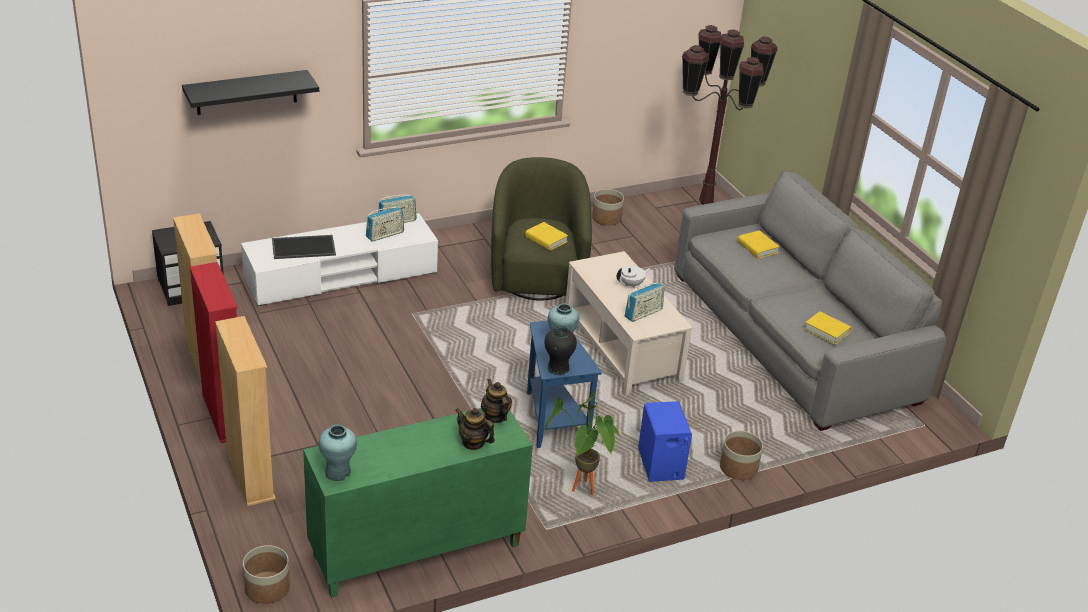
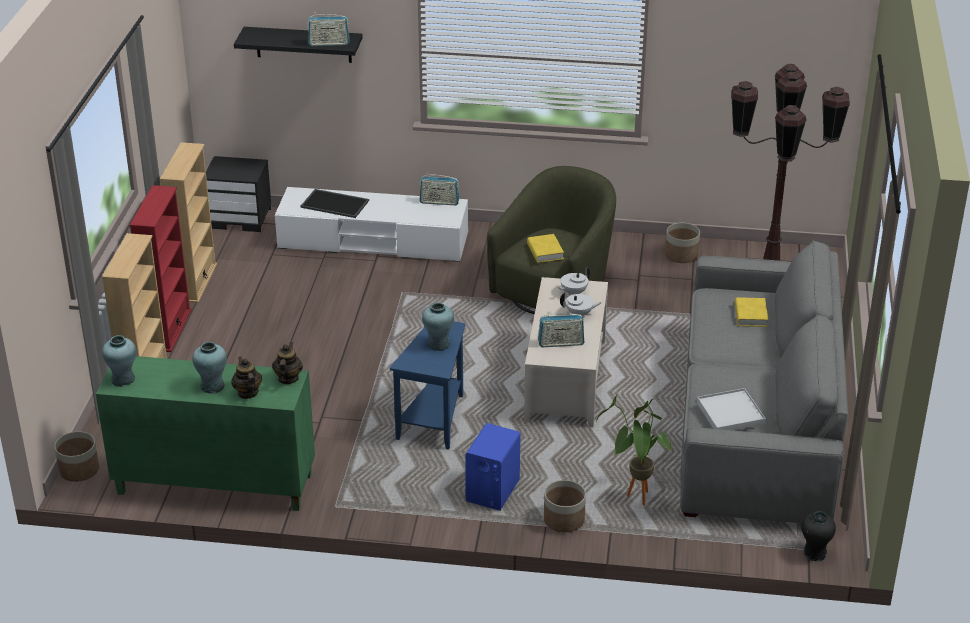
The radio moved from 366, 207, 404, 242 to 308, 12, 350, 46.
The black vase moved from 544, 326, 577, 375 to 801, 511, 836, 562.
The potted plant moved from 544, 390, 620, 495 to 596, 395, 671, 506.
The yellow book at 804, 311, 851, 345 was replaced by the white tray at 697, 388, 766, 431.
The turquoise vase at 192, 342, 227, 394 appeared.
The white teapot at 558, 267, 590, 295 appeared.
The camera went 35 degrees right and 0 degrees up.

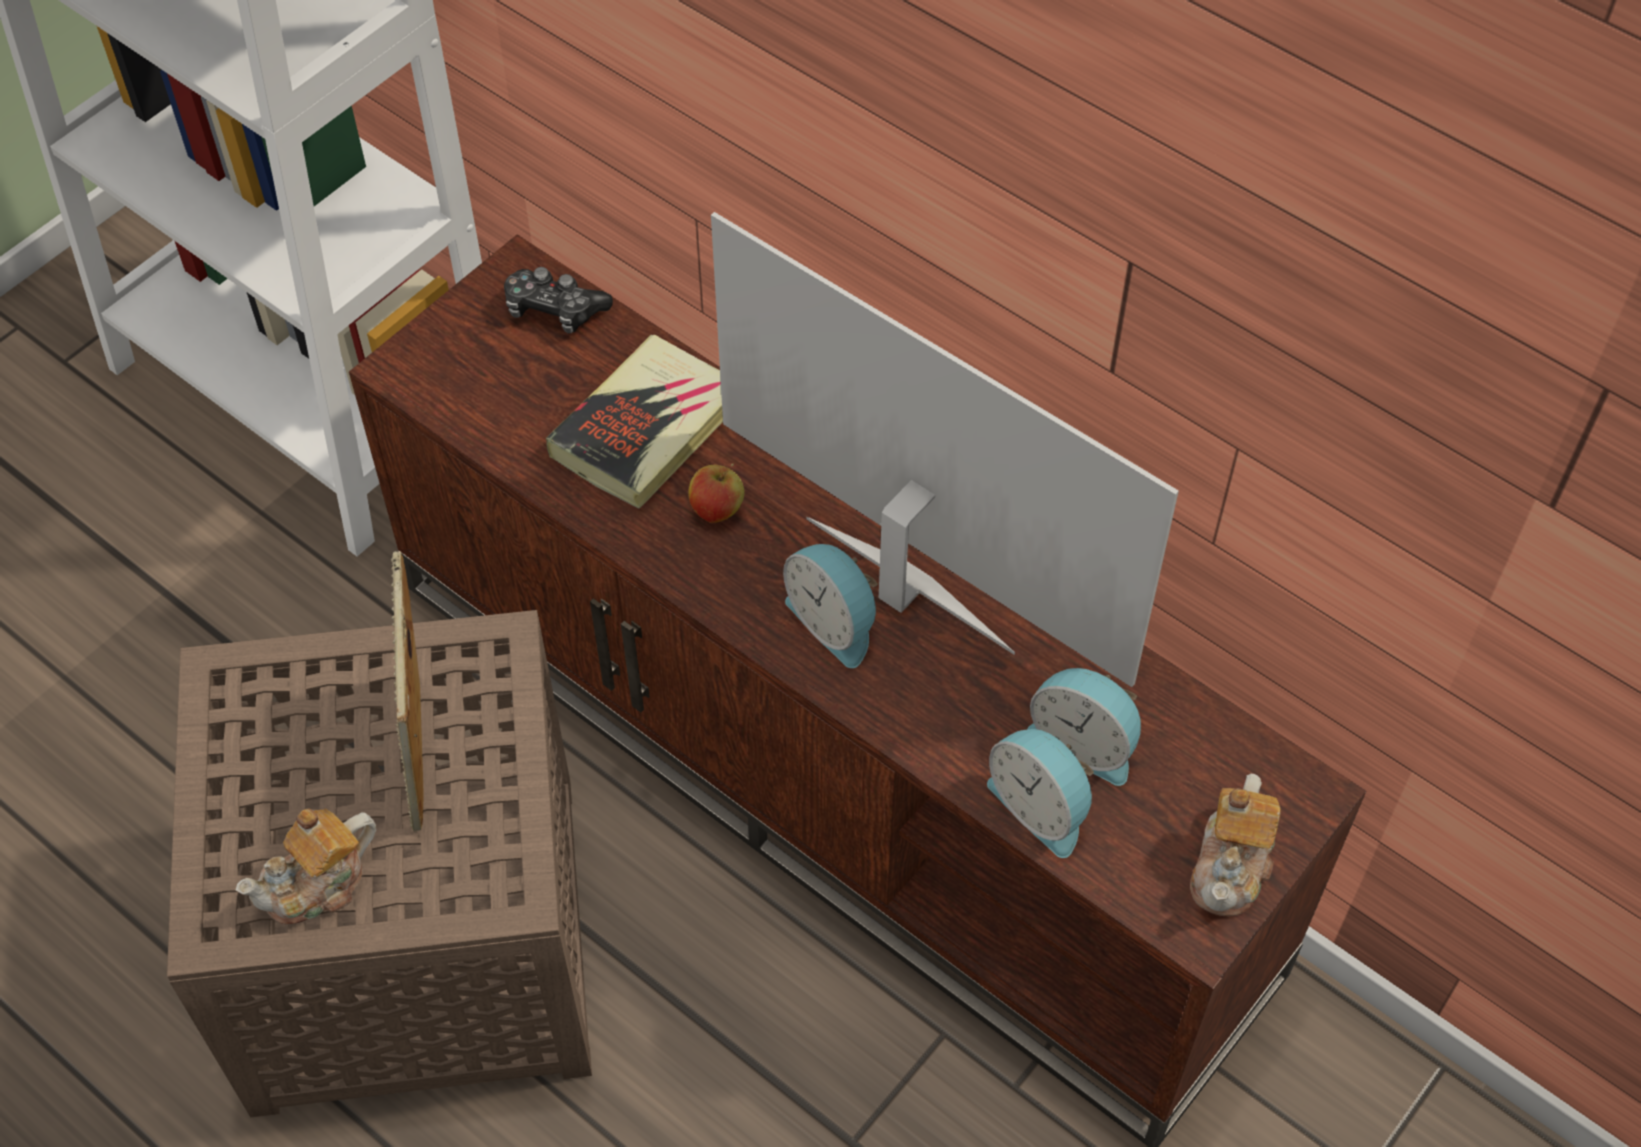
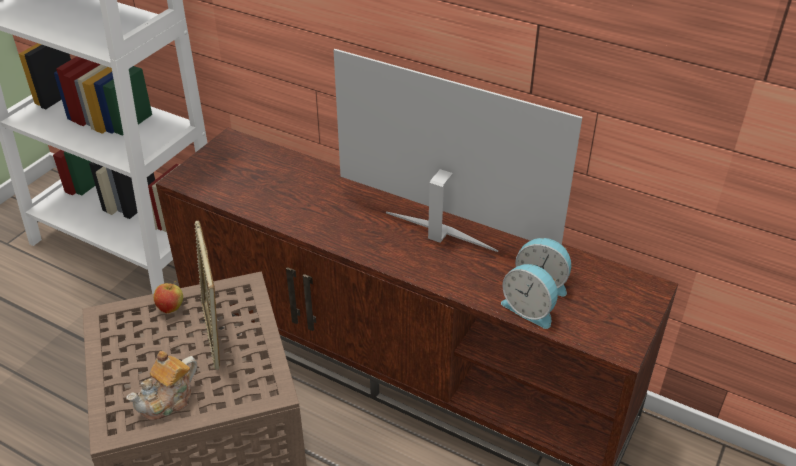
The game controller at 504, 267, 613, 333 disappeared.
The book at 546, 335, 723, 509 disappeared.
The apple moved from 689, 463, 744, 523 to 154, 281, 183, 313.
The alarm clock at 783, 544, 878, 668 disappeared.
The teapot at 1190, 774, 1281, 916 disappeared.
The camera went 10 degrees left and 15 degrees down.

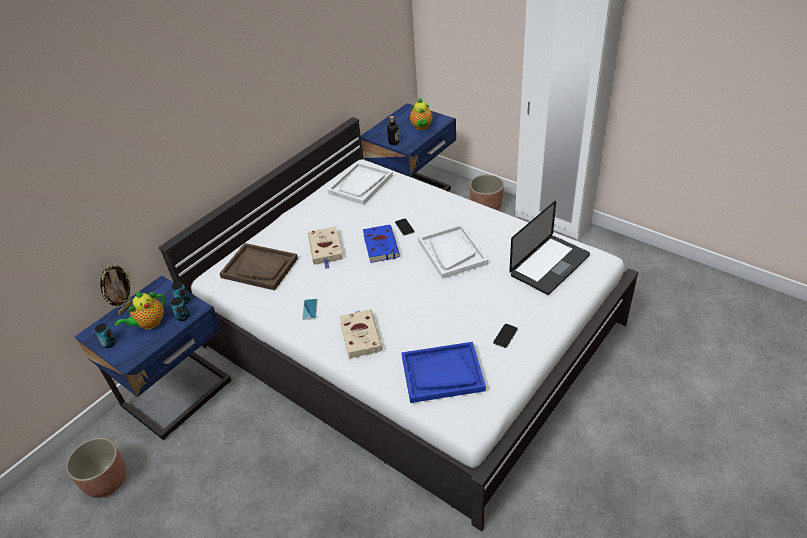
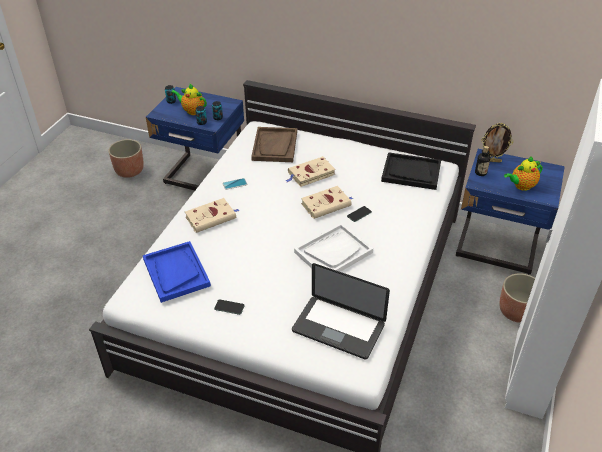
The picture frame moved from 100, 264, 133, 315 to 481, 122, 513, 163.
The white tray at 327, 162, 393, 205 became the black tray at 381, 152, 441, 190.
The blue book at 363, 225, 400, 263 became the beige book at 301, 186, 354, 219.
The camera went 70 degrees right and 0 degrees up.

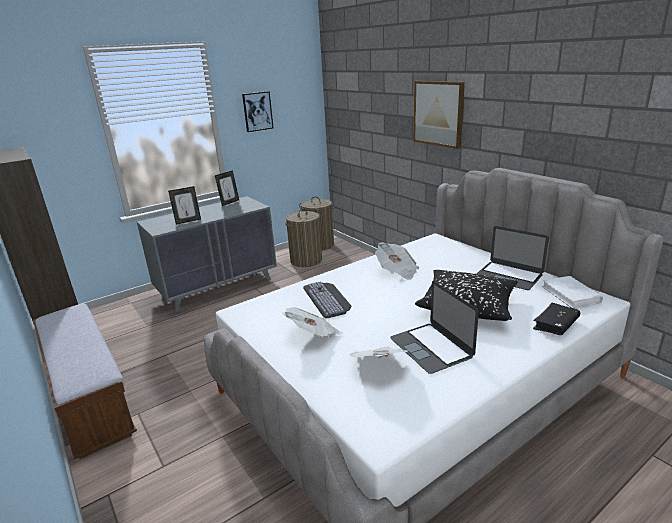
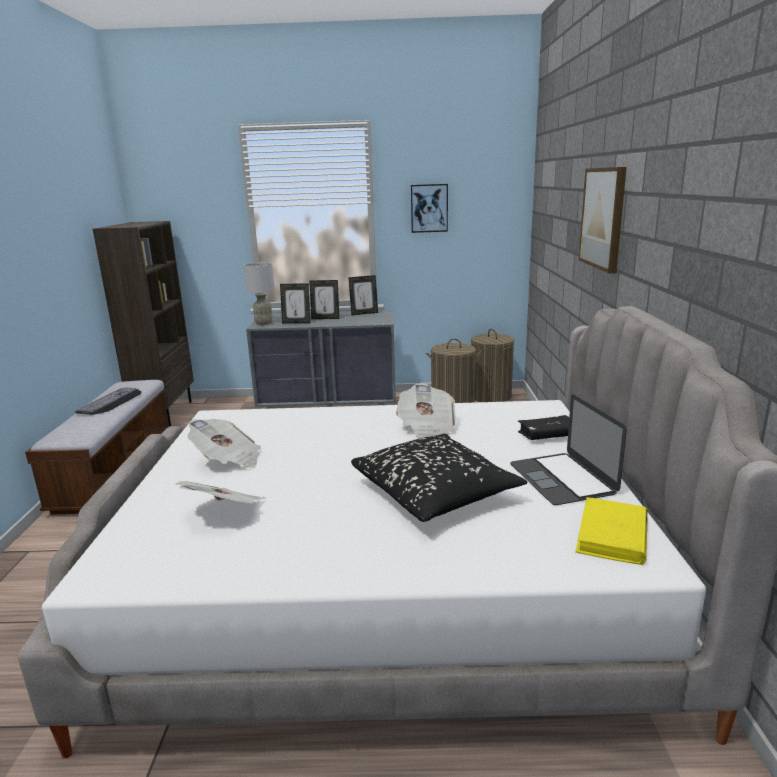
The keyboard moved from 303, 281, 351, 318 to 75, 387, 141, 415.
The laptop at 390, 281, 479, 374 disappeared.
The black book moved from 533, 303, 580, 335 to 518, 415, 569, 440.
The white book at 542, 276, 603, 308 became the yellow book at 575, 497, 648, 565.
The grey table lamp at 243, 262, 274, 325 appeared.
The picture frame at 309, 280, 339, 319 appeared.
The camera went 35 degrees right and 5 degrees down.

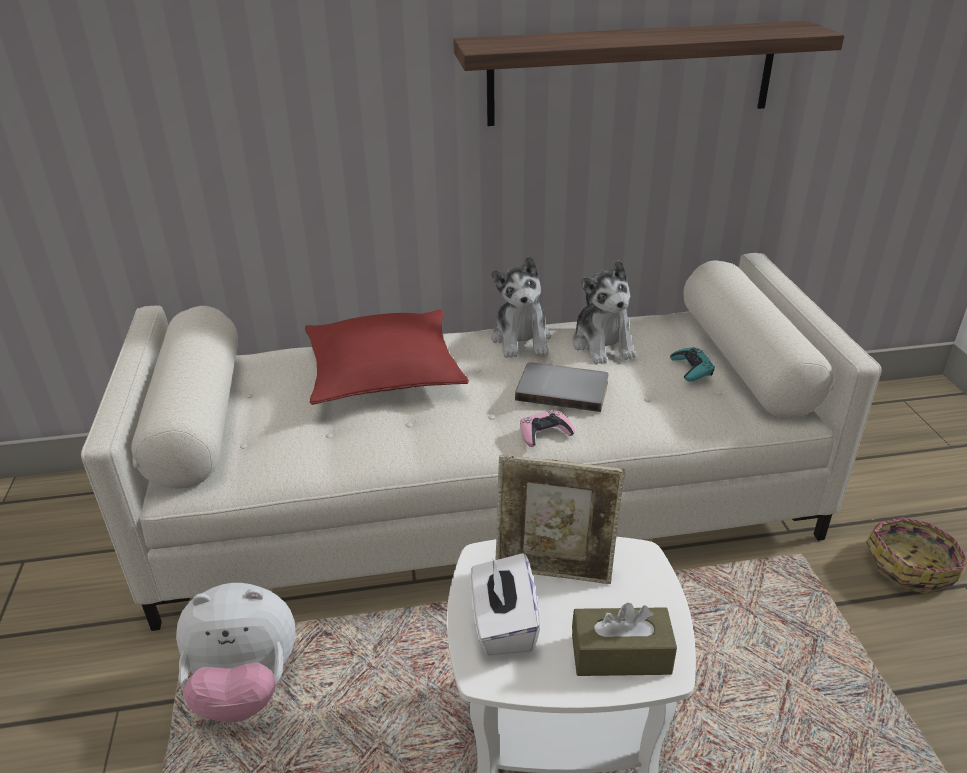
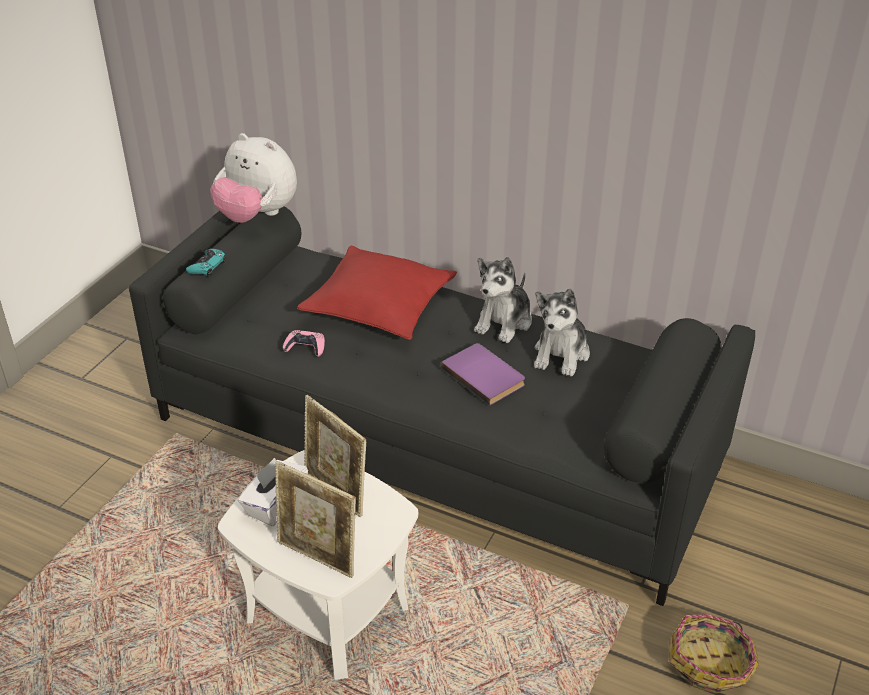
The beige sofa at 81, 253, 882, 631 became the black sofa at 129, 206, 755, 606.
The plush toy moved from 176, 583, 296, 722 to 210, 133, 297, 223.
The shelf at 453, 20, 845, 126 disappeared.
The grey book at 515, 362, 609, 412 became the purple book at 441, 343, 525, 405.
The pink game controller moved from 520, 410, 575, 447 to 283, 330, 325, 357.
The brown tissue box at 572, 603, 677, 676 was replaced by the picture frame at 275, 461, 356, 578.
The turquoise game controller moved from 670, 347, 715, 381 to 186, 249, 226, 276.
The camera went 35 degrees right and 5 degrees up.

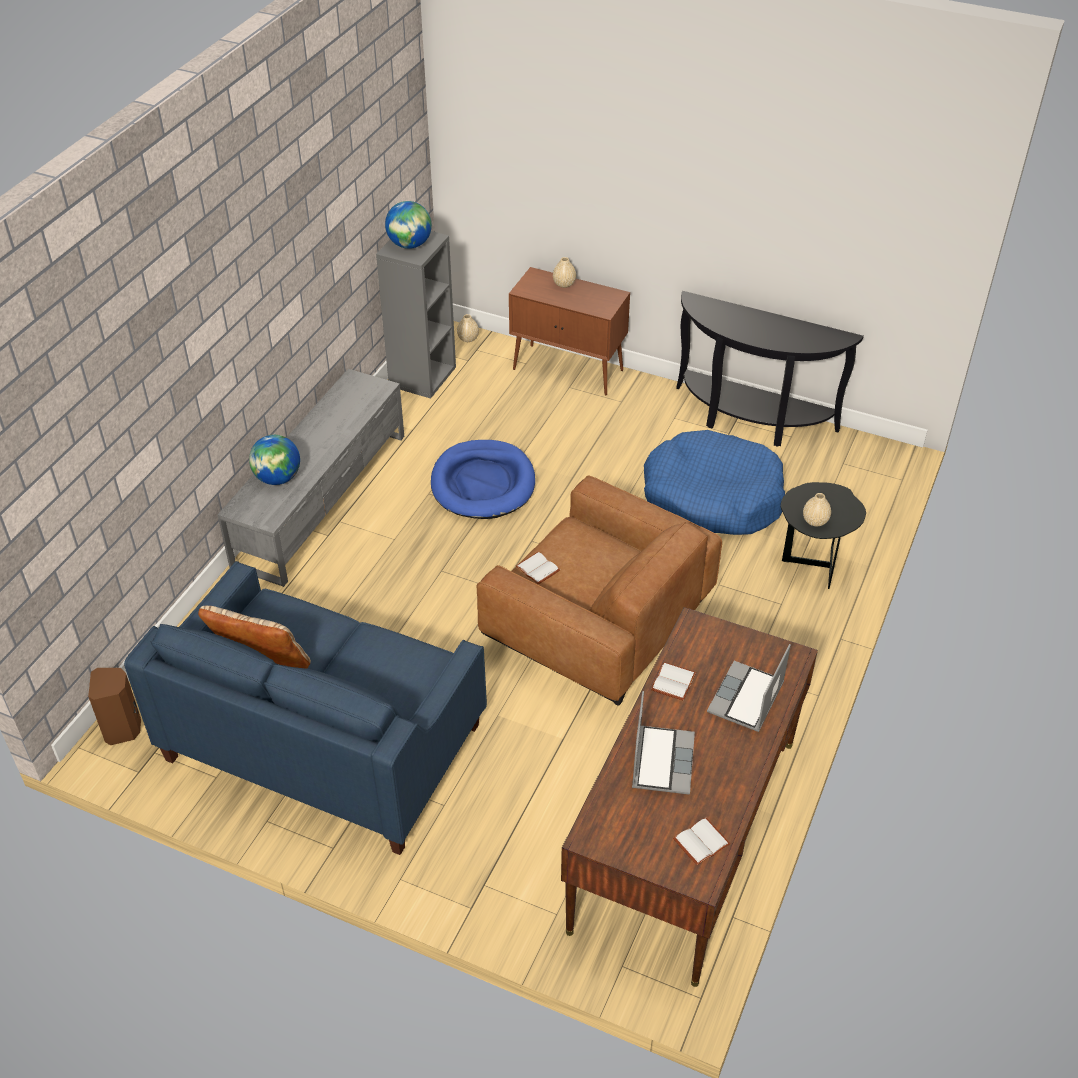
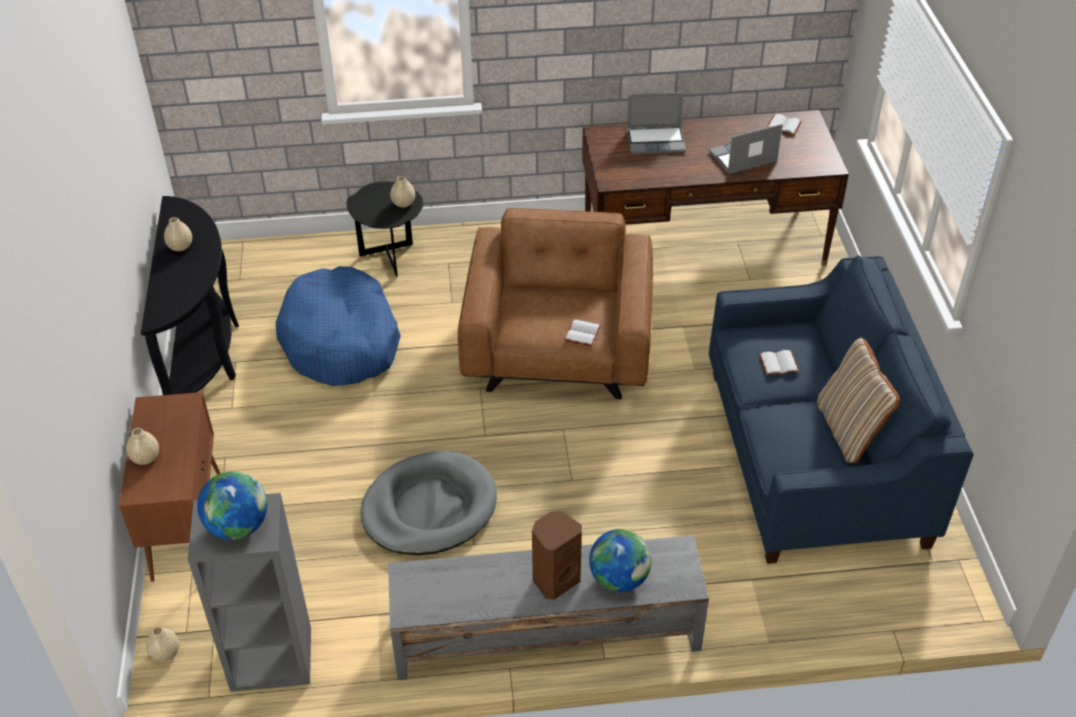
The brown speaker moved from 88, 668, 141, 745 to 532, 511, 582, 600.
The blue dog bed at 431, 440, 535, 519 became the grey dog bed at 361, 451, 497, 555.
The white book moved from 651, 662, 696, 701 to 759, 350, 800, 375.
The beige vase at 164, 217, 192, 251 appeared.
The camera went 120 degrees left and 0 degrees up.

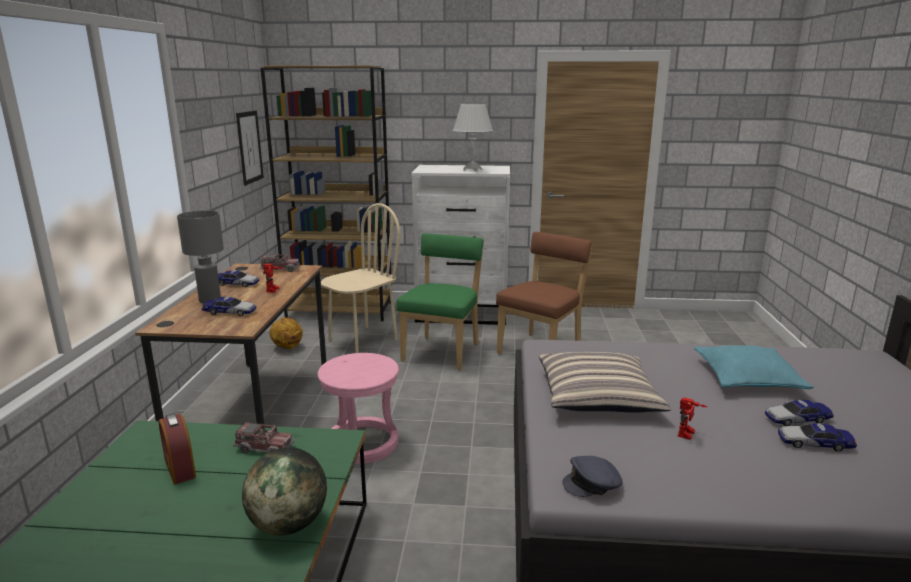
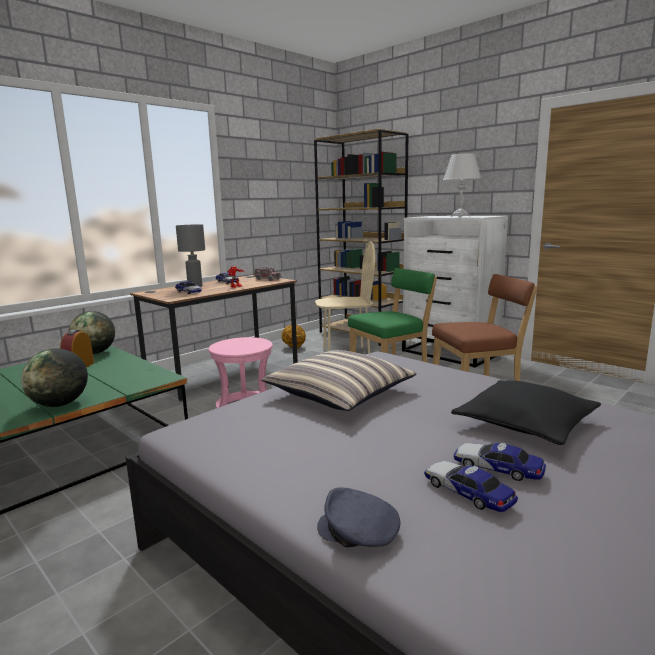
The toy truck at 233, 421, 294, 454 disappeared.
The picture at 236, 110, 264, 186 disappeared.
The grey cap moved from 562, 456, 623, 497 to 317, 487, 400, 547.
The toy robot at 678, 397, 707, 440 disappeared.
The turquoise pillow at 694, 345, 814, 389 became the black pillow at 451, 380, 601, 445.
The globe at 69, 311, 115, 354 appeared.
The camera went 40 degrees right and 5 degrees down.

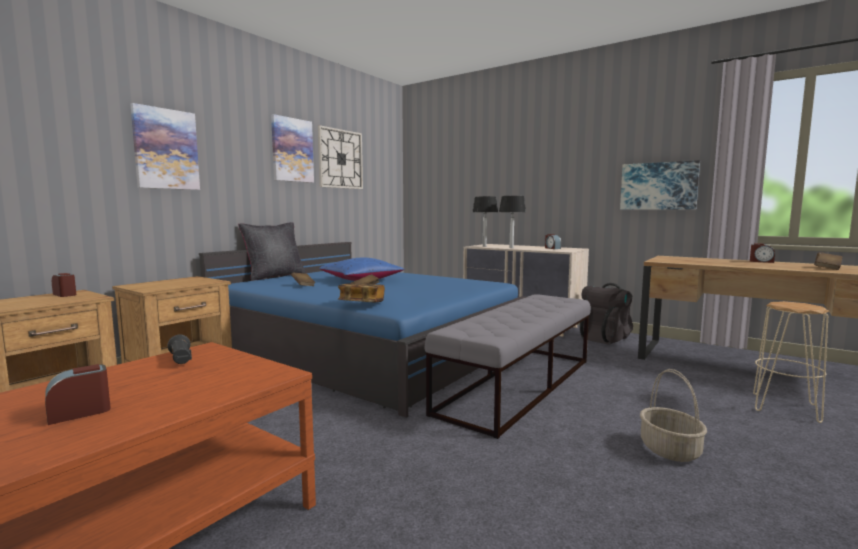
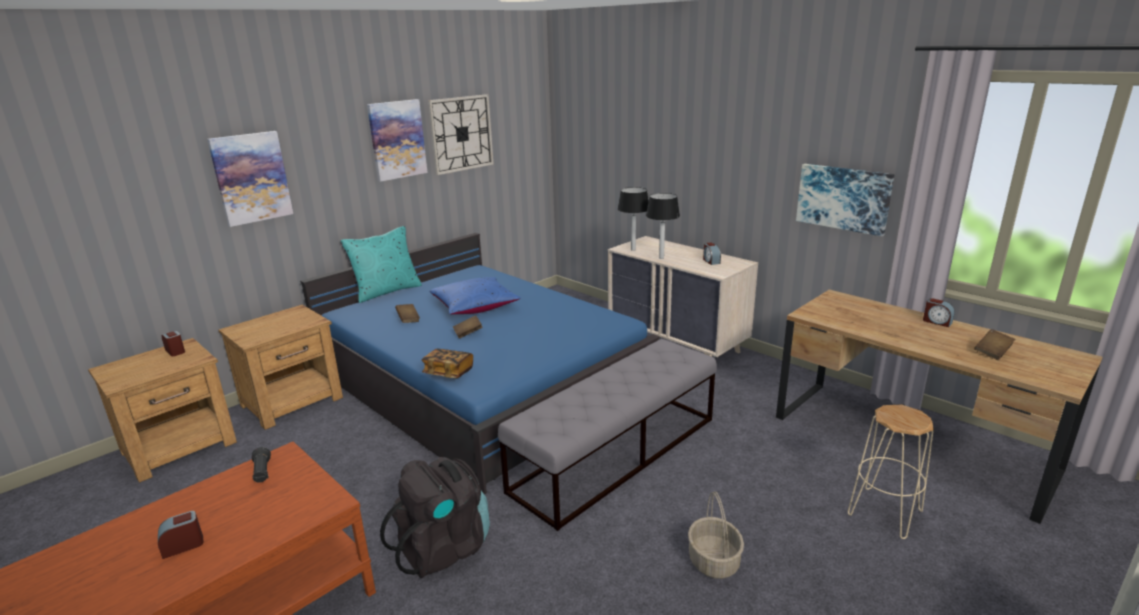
The black pillow at 238, 222, 306, 280 became the turquoise pillow at 341, 226, 422, 303.
The black backpack moved from 580, 283, 633, 345 to 380, 457, 490, 578.
The camera went 10 degrees right and 15 degrees up.

